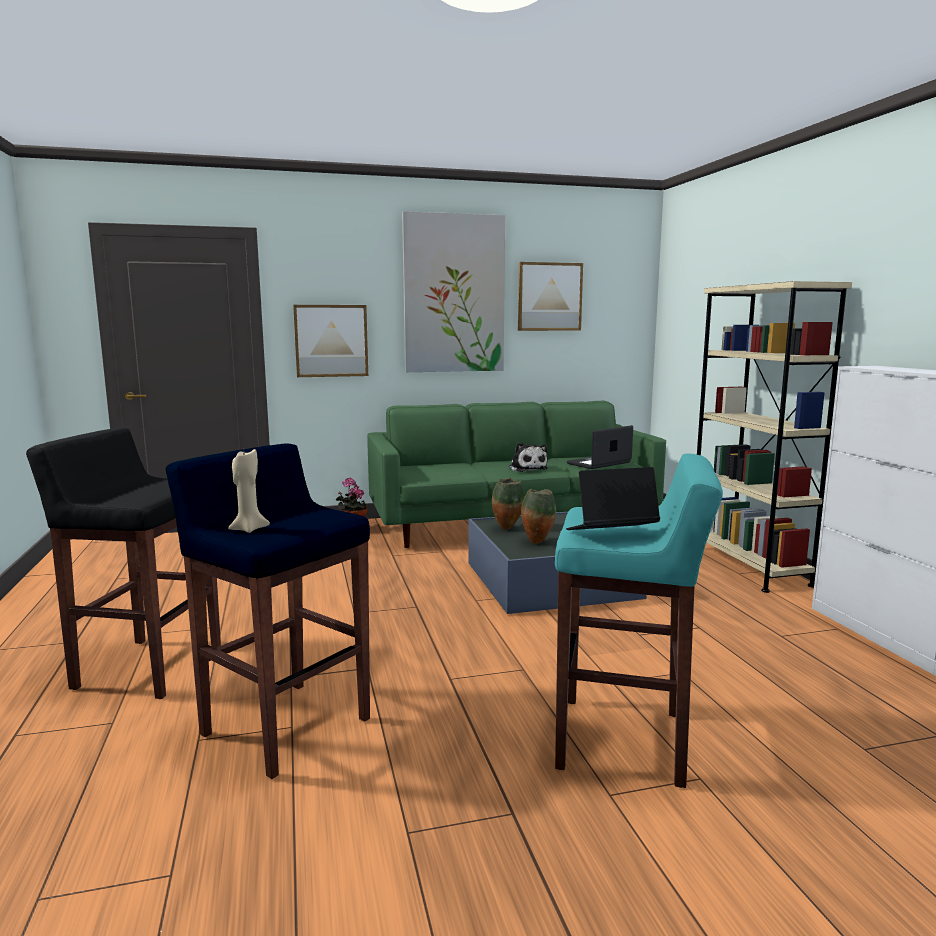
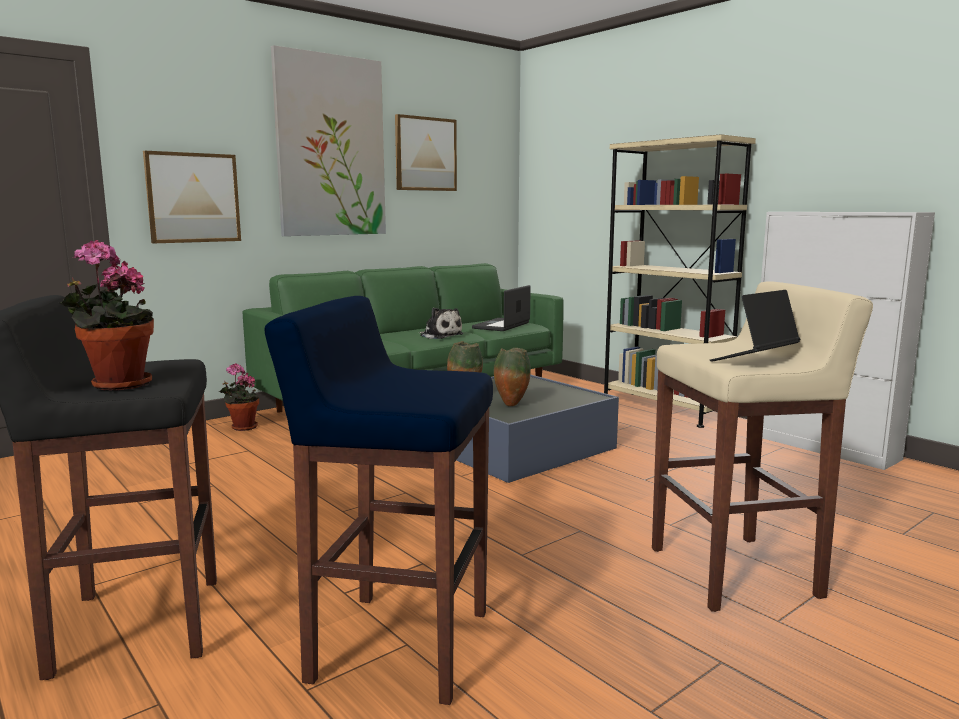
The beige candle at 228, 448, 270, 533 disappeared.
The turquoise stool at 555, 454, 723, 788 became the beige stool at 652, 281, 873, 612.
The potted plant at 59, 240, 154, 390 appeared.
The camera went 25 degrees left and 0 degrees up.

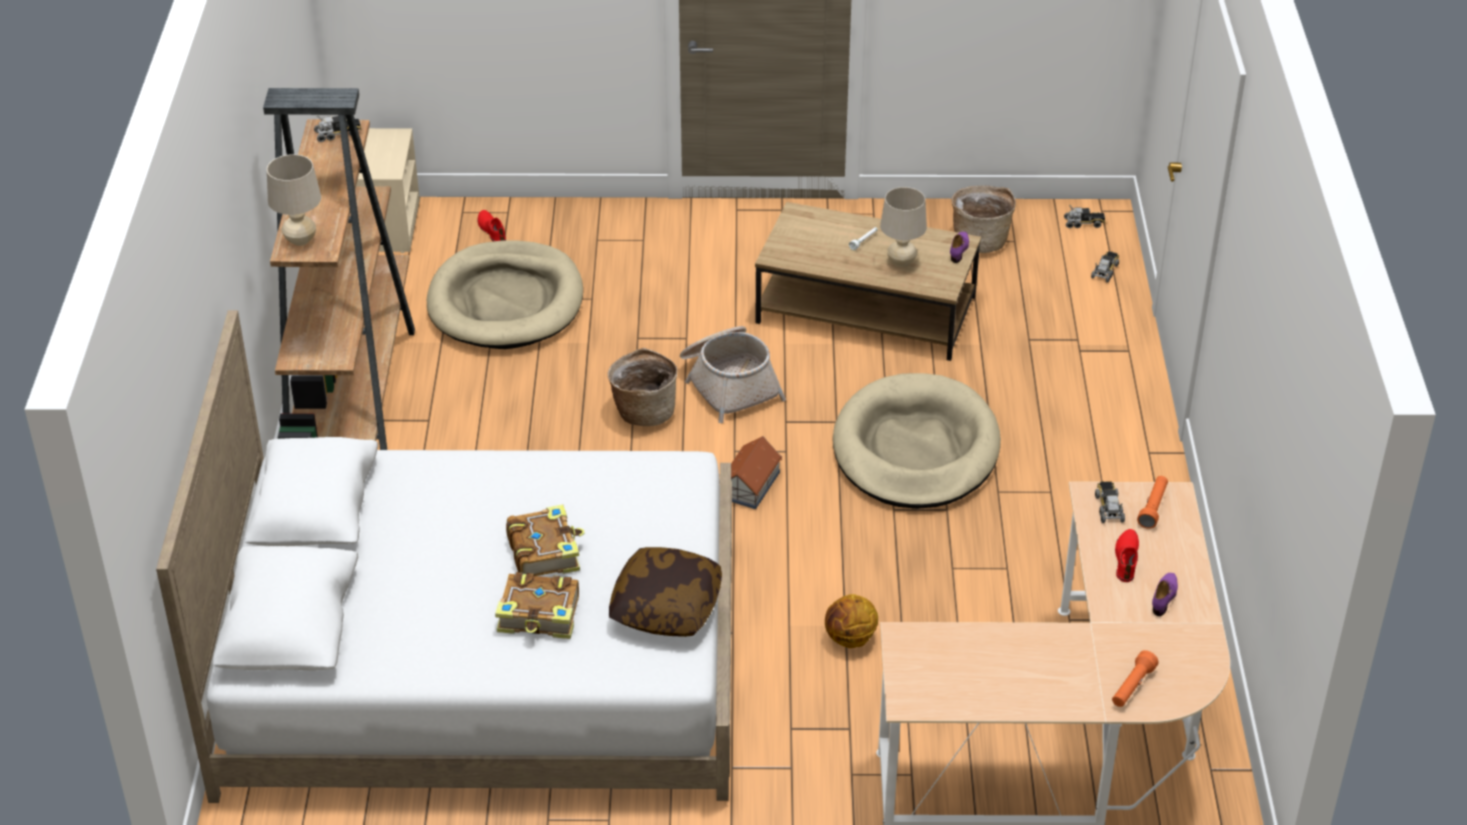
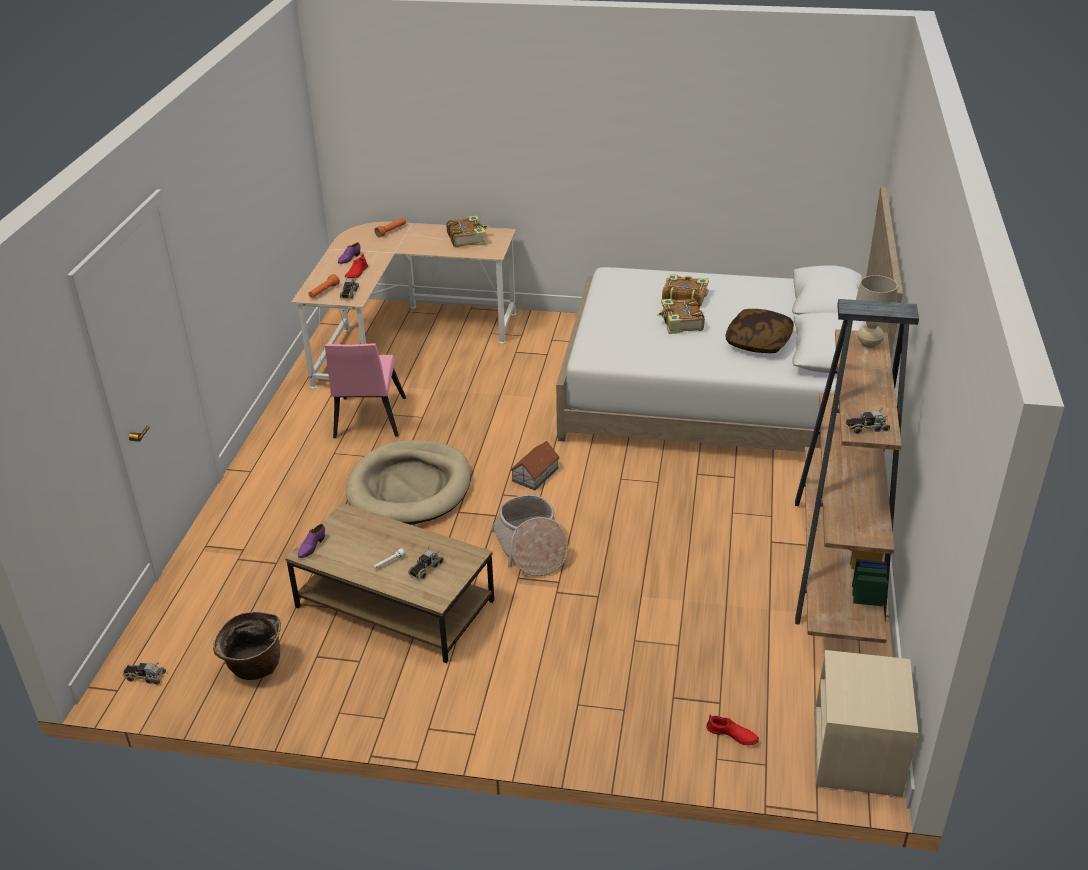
The beige dog bed at 427, 240, 583, 349 disappeared.
The red shoe at 477, 210, 506, 241 turned 45 degrees counterclockwise.
The basket at 607, 348, 677, 426 disappeared.
The pillow moved from 609, 547, 722, 637 to 725, 309, 794, 353.
The basketball at 825, 594, 878, 648 disappeared.
The beige table lamp at 880, 187, 927, 267 disappeared.
The toy truck moved from 1091, 251, 1119, 283 to 408, 545, 443, 579.
The pink chair at 325, 343, 406, 438 appeared.
The book at 446, 216, 489, 248 appeared.
The camera went 170 degrees left and 5 degrees down.

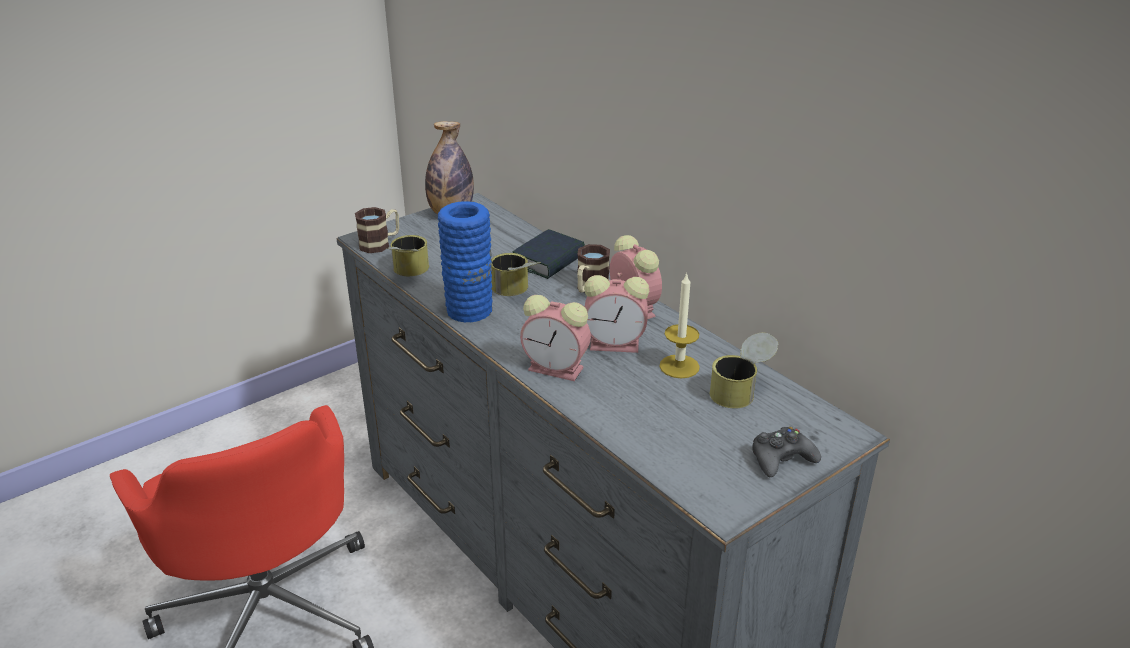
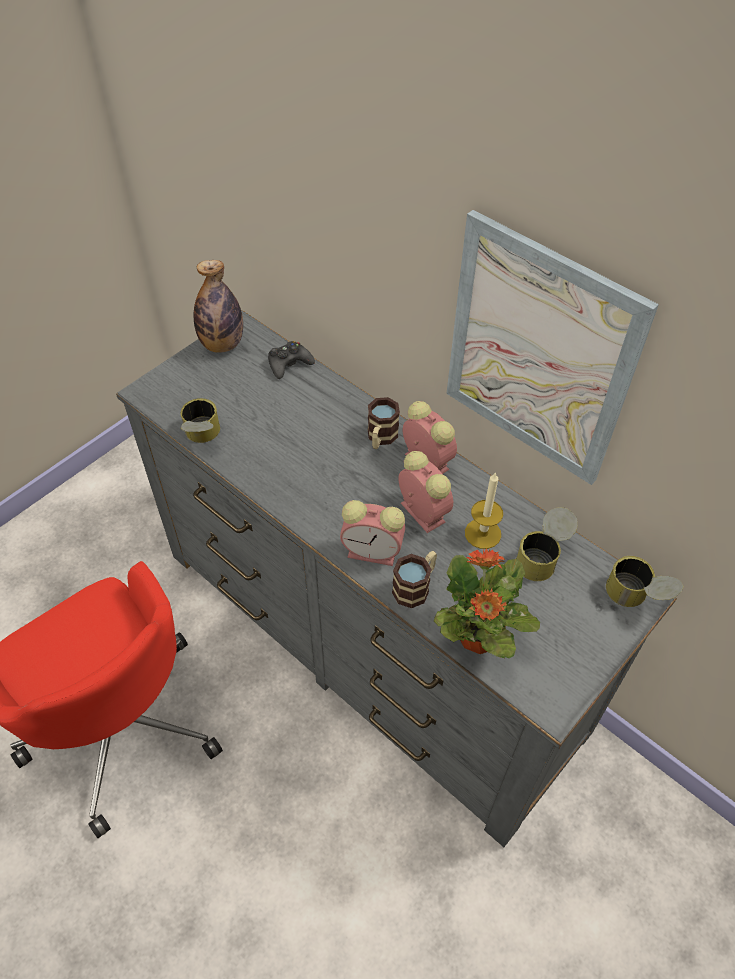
The mug moved from 355, 207, 399, 253 to 392, 551, 437, 608.
The blue vase at 438, 201, 493, 322 disappeared.
The can moved from 491, 253, 541, 296 to 606, 556, 684, 607.
The book at 513, 229, 585, 279 disappeared.
The alarm clock at 584, 275, 649, 353 turned 120 degrees counterclockwise.
The black game controller moved from 752, 426, 821, 477 to 268, 341, 315, 379.
The potted plant at 434, 549, 540, 658 appeared.
The picture at 447, 210, 659, 485 appeared.
The camera went 10 degrees left and 20 degrees up.

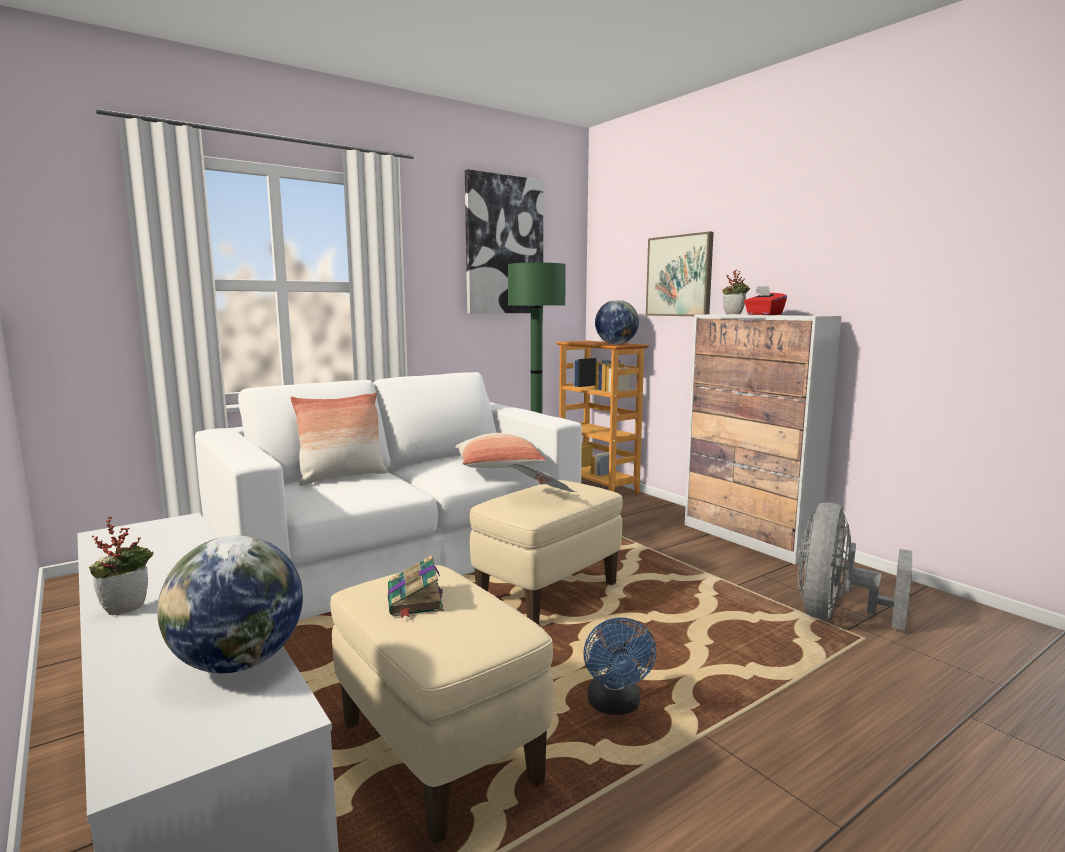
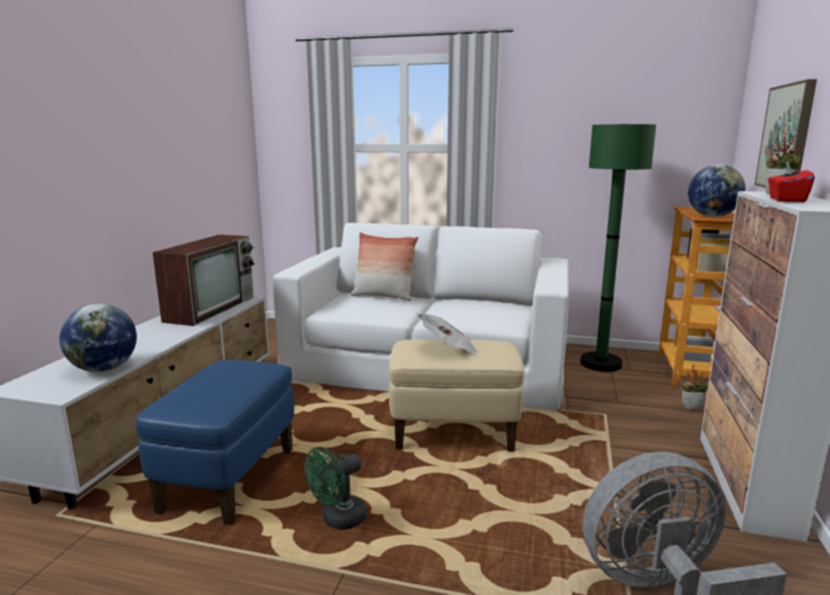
The potted plant moved from 89, 516, 154, 615 to 682, 365, 708, 410.
The beige ottoman at 330, 565, 554, 845 became the blue ottoman at 136, 360, 294, 525.
The book at 388, 555, 444, 618 disappeared.
The pillow at 455, 433, 546, 468 disappeared.
The picture at 465, 169, 543, 314 disappeared.
The blue fan at 583, 617, 656, 715 became the green fan at 305, 447, 367, 530.
The television at 152, 235, 255, 326 appeared.
The camera went 50 degrees right and 5 degrees up.

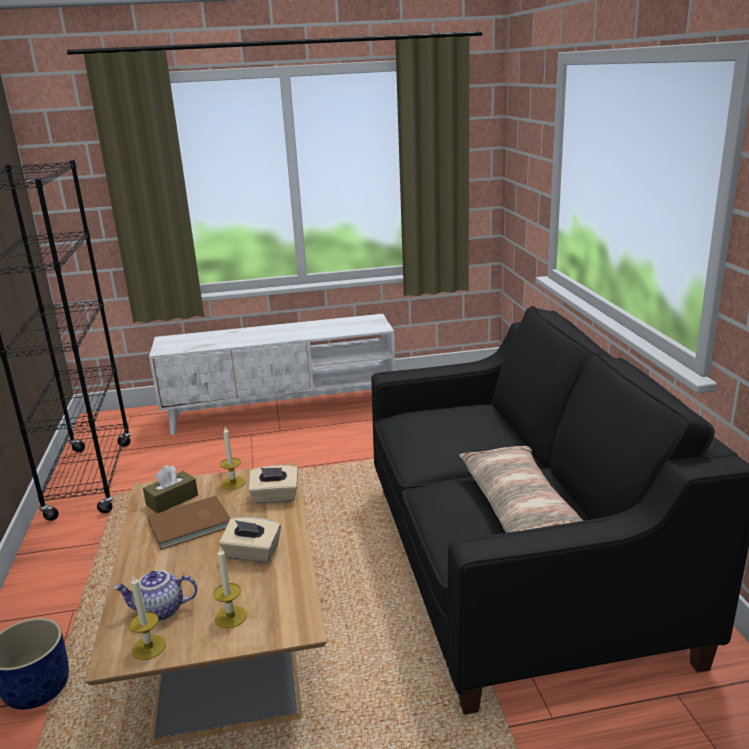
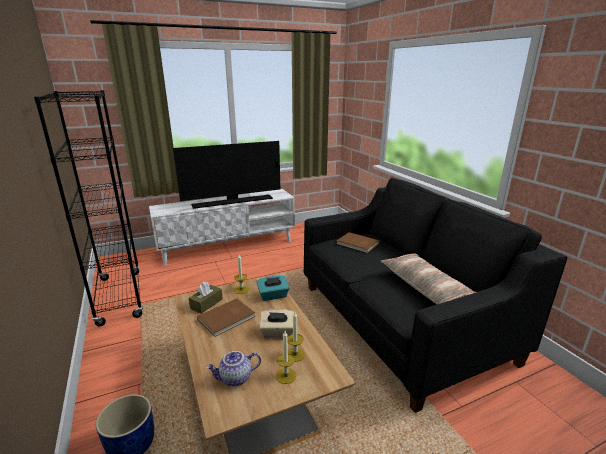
The candle moved from 129, 574, 166, 660 to 288, 312, 305, 362.
The beige tissue box at 249, 465, 298, 504 became the turquoise tissue box at 256, 276, 289, 301.
The television at 173, 141, 280, 209 appeared.
The brown book at 336, 232, 379, 253 appeared.
The camera went 15 degrees left and 0 degrees up.

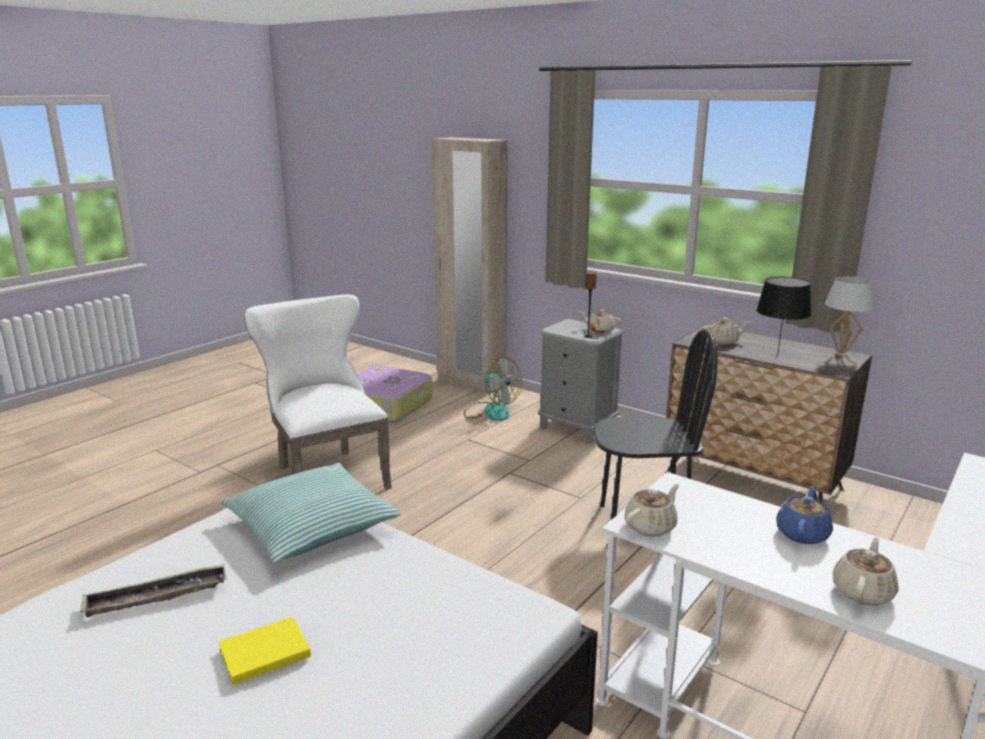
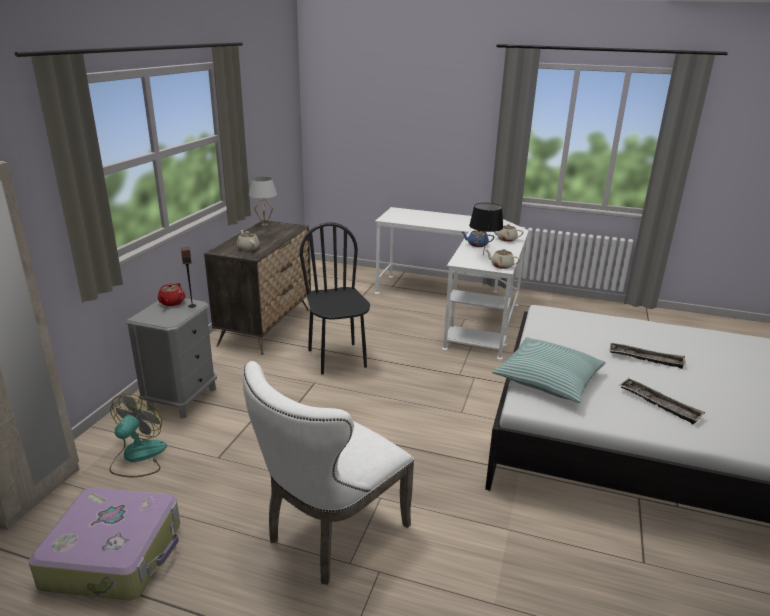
The yellow book at 219, 617, 311, 685 was replaced by the tray at 610, 343, 686, 369.
The beige teapot at 579, 310, 622, 333 became the red teapot at 158, 283, 185, 306.
The black table lamp moved from 756, 277, 811, 357 to 469, 203, 503, 256.
The camera went 110 degrees left and 5 degrees up.

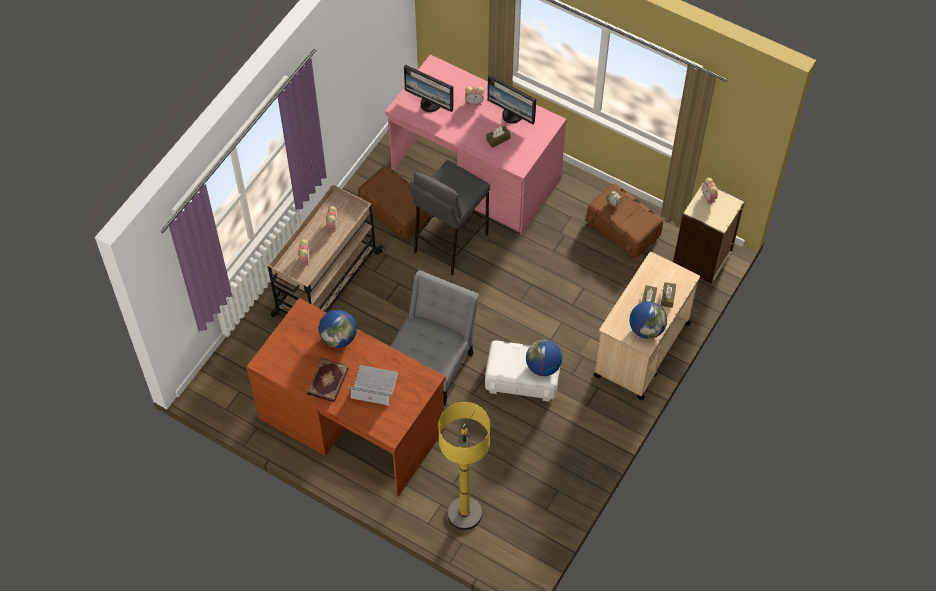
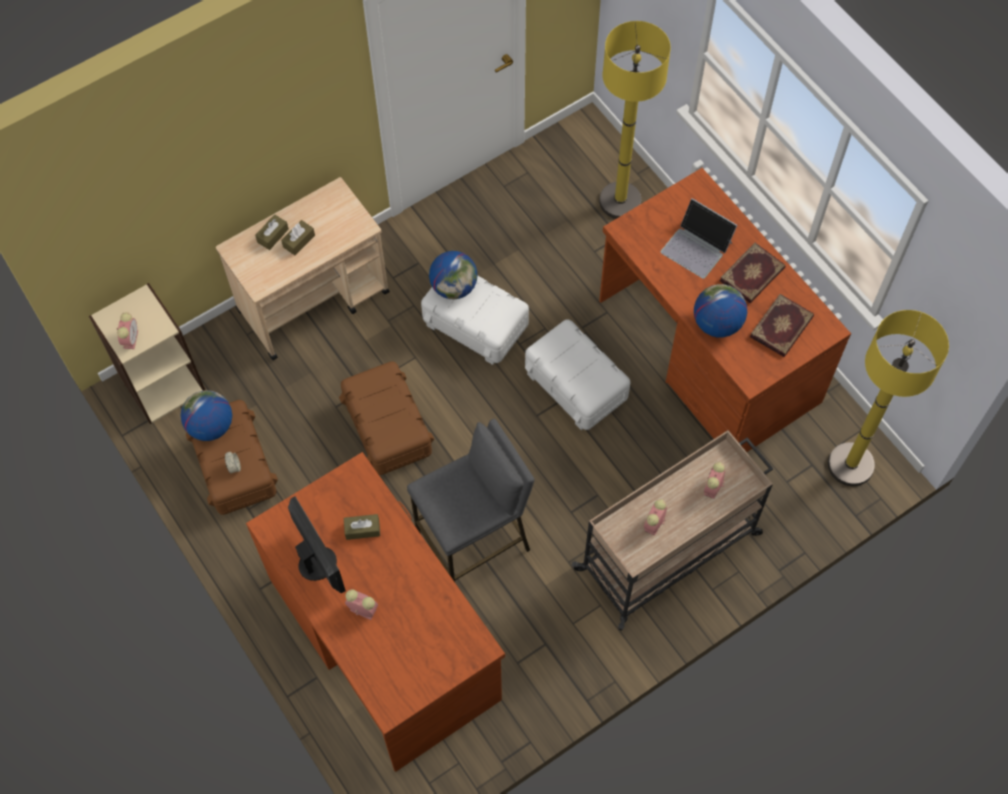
The brown storage box moved from 358, 166, 431, 240 to 339, 361, 434, 475.
The pink desk at 385, 54, 567, 235 became the brown desk at 246, 452, 505, 772.
The grey chair at 391, 270, 479, 406 was replaced by the white storage box at 525, 319, 630, 430.
The monitor at 404, 65, 454, 112 disappeared.
The globe moved from 629, 301, 667, 339 to 181, 390, 232, 441.
The book at 750, 294, 814, 357 appeared.
The yellow floor lamp at 828, 310, 949, 486 appeared.
The camera went 155 degrees left and 5 degrees up.

